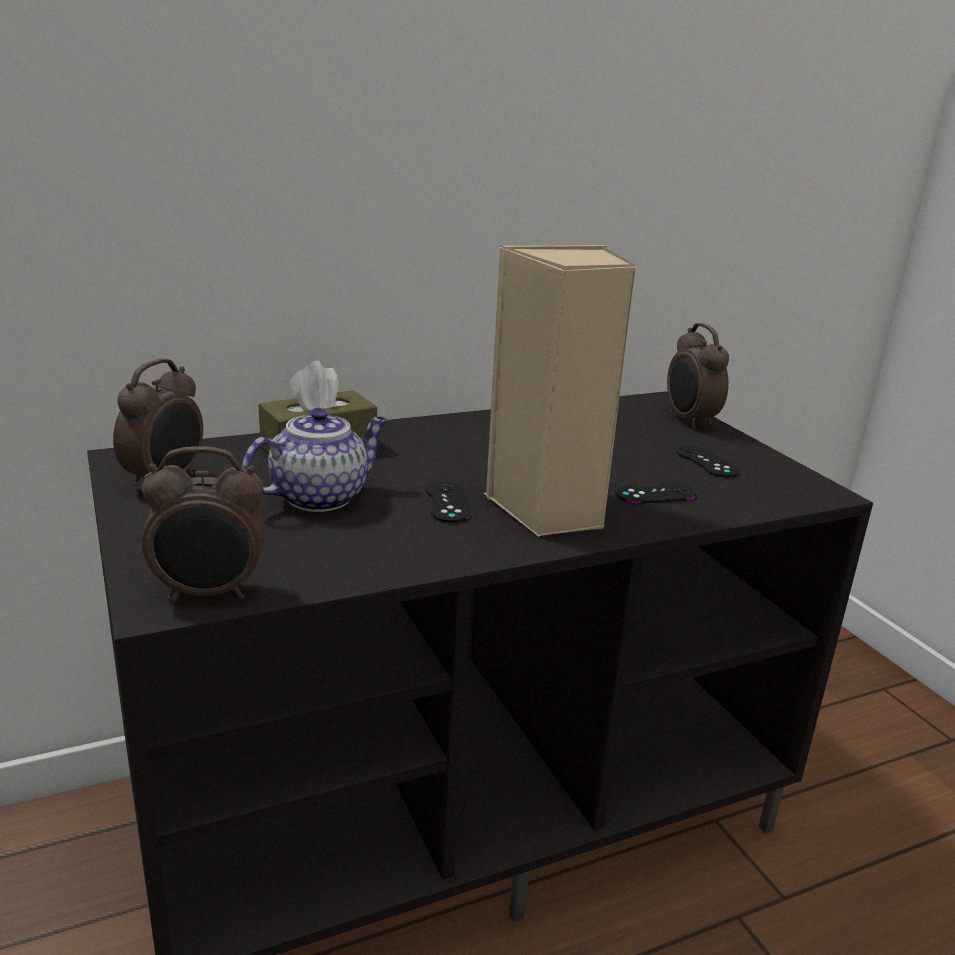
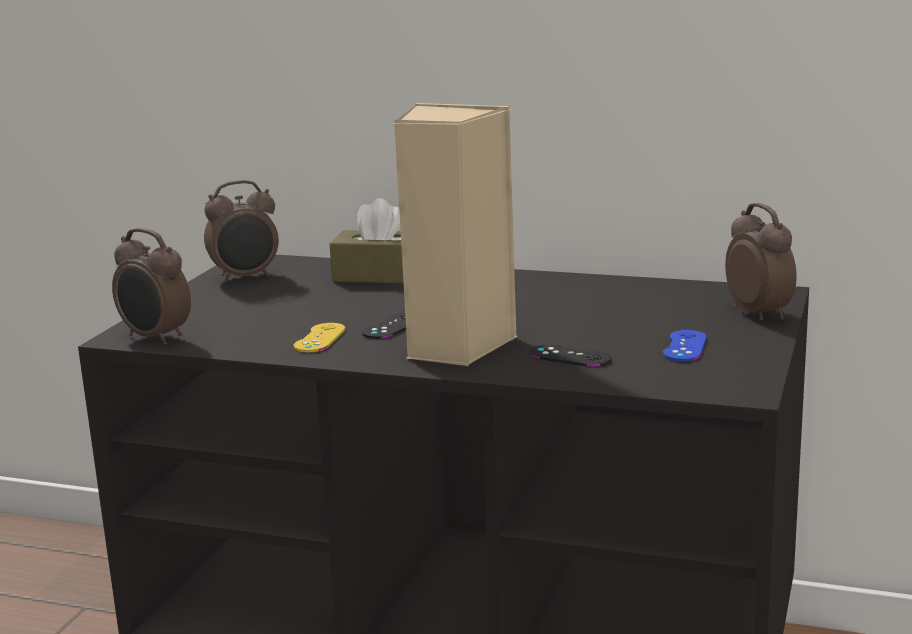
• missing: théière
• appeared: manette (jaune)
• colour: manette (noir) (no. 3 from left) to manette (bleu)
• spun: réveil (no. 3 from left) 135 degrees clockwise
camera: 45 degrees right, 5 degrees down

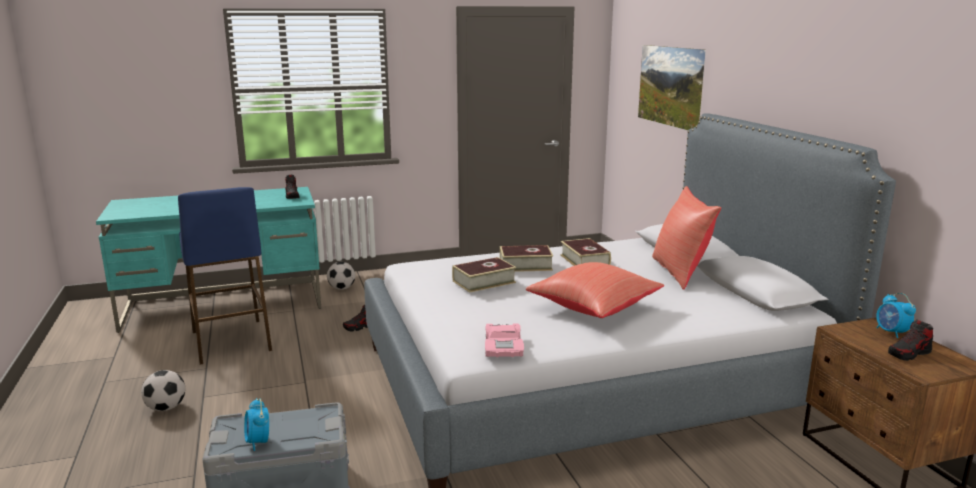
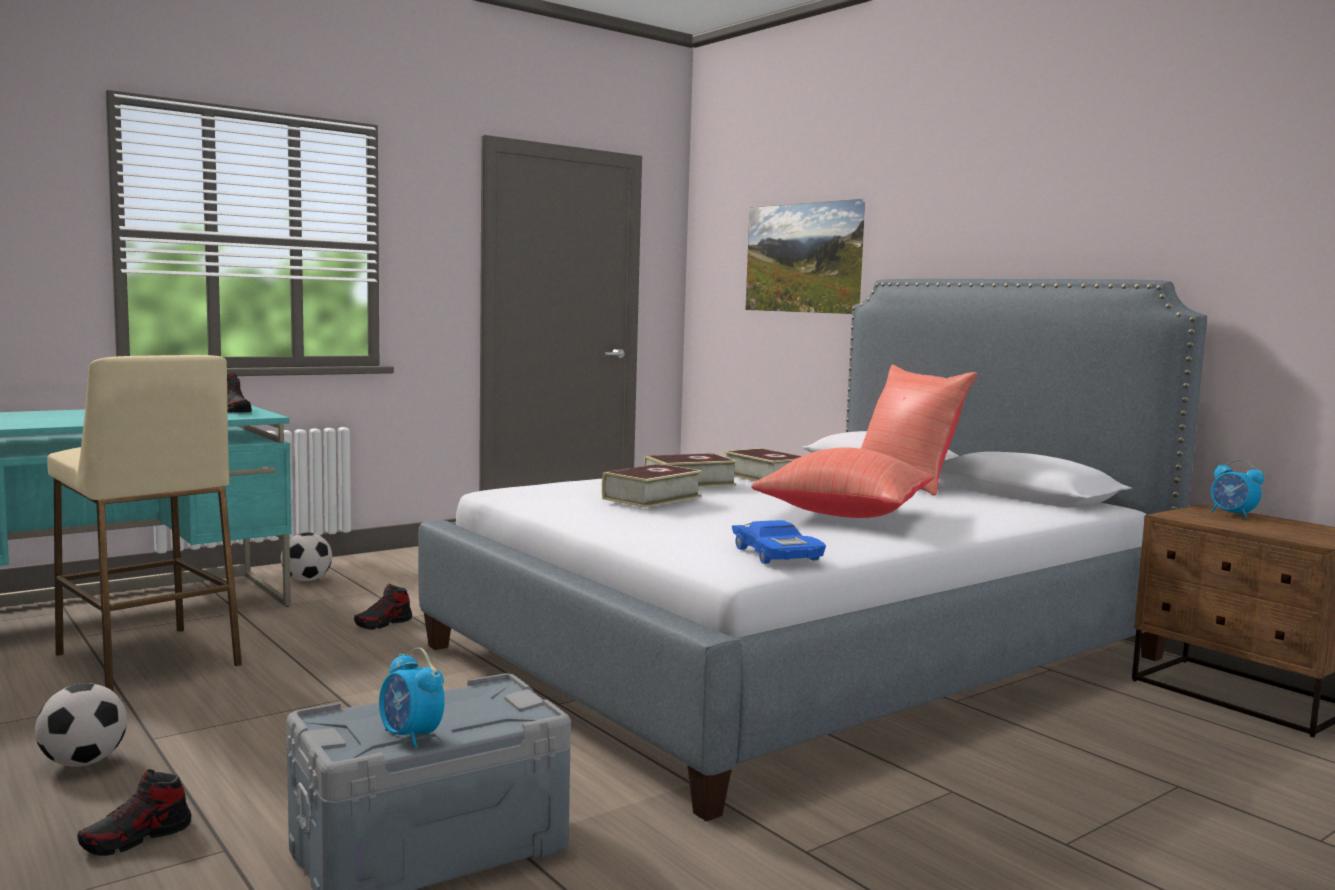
• relocated: chaussure (no. 3 from left in the first image) to chaussure (no. 1 from left)
• colour: tabouret (bleu) to tabouret (beige)
• colour: petite voiture (rose) to petite voiture (bleu)
camera: 20 degrees left, 10 degrees down

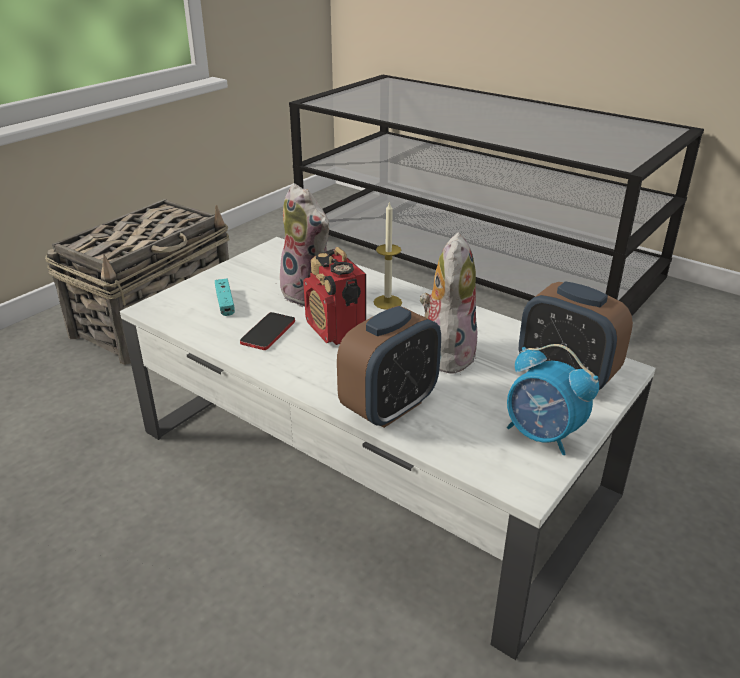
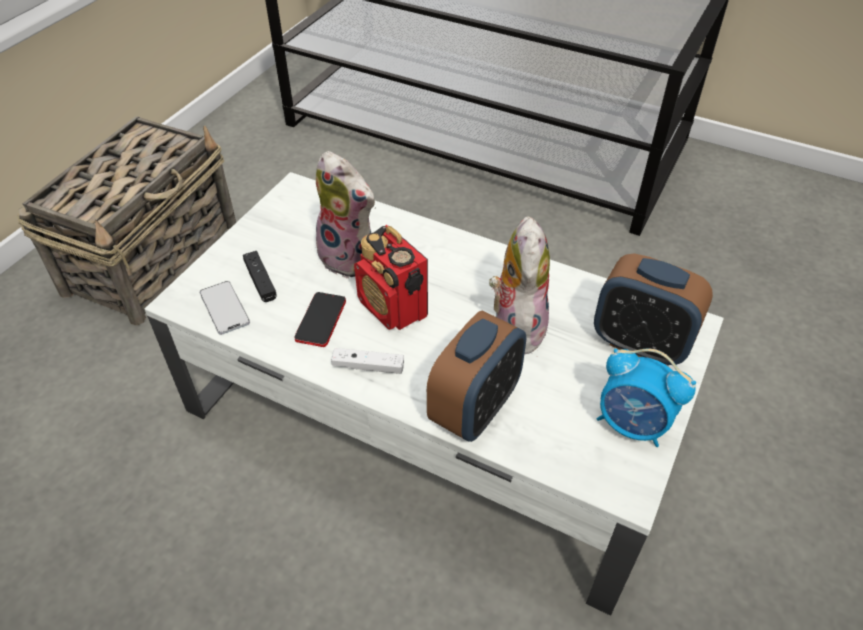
• missing: bougie
• appeared: téléphone (no. 1 from left)
• appeared: manette (blanc)
• colour: manette (turquoise) to manette (noir)
camera: 10 degrees left, 15 degrees up

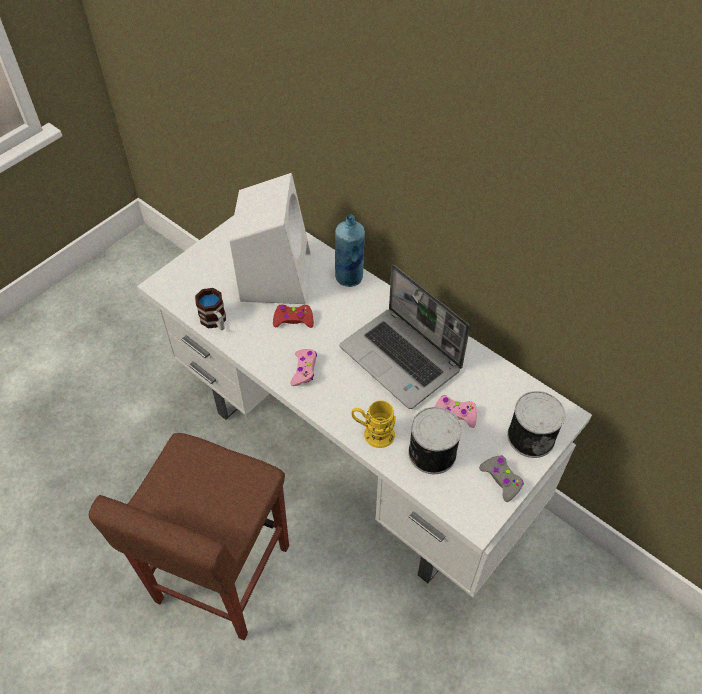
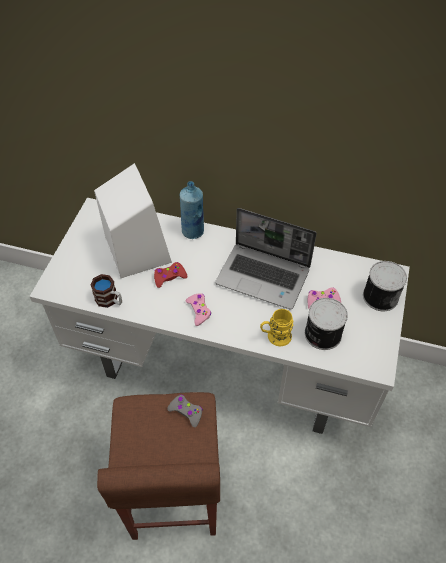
• relocated: manette (gris)
camera: 25 degrees left, 0 degrees up

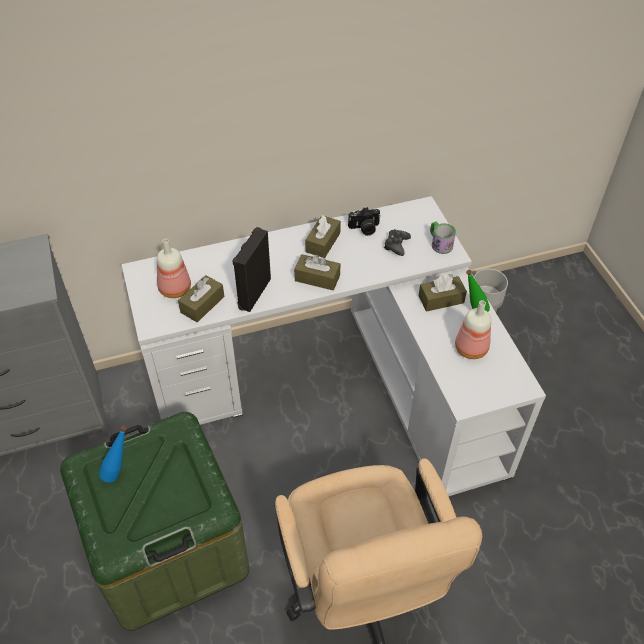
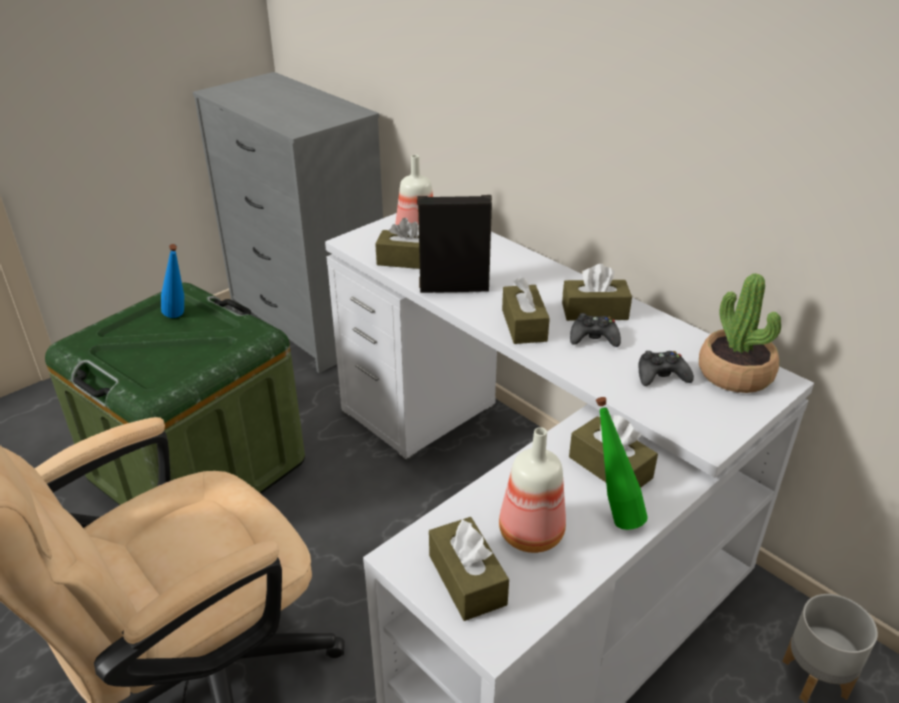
• missing: appareil photo
• missing: mug
• appeared: boîte à mouchoirs (marron) (no. 2 from left)
• appeared: manette (noir) (no. 1 from left)
• appeared: plante en pot
camera: 65 degrees right, 15 degrees down

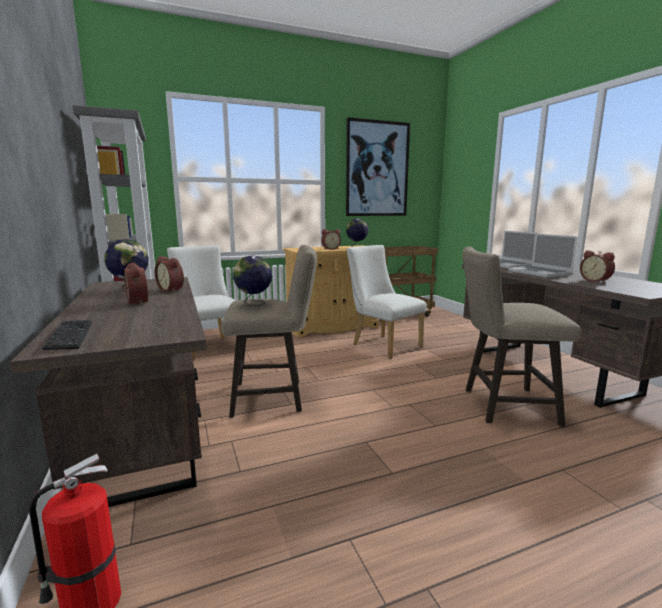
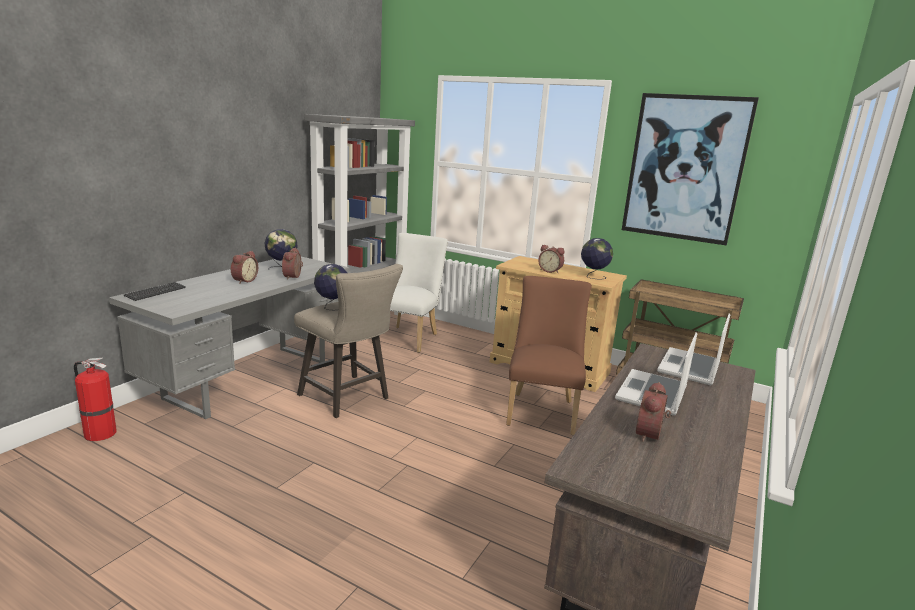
• missing: tabouret (beige) (no. 2 from left)
• colour: bureau (marron) (no. 1 from left) to bureau (gris)
• colour: chaise (blanc) (no. 2 from left) to chaise (marron)
camera: 50 degrees right, 5 degrees up

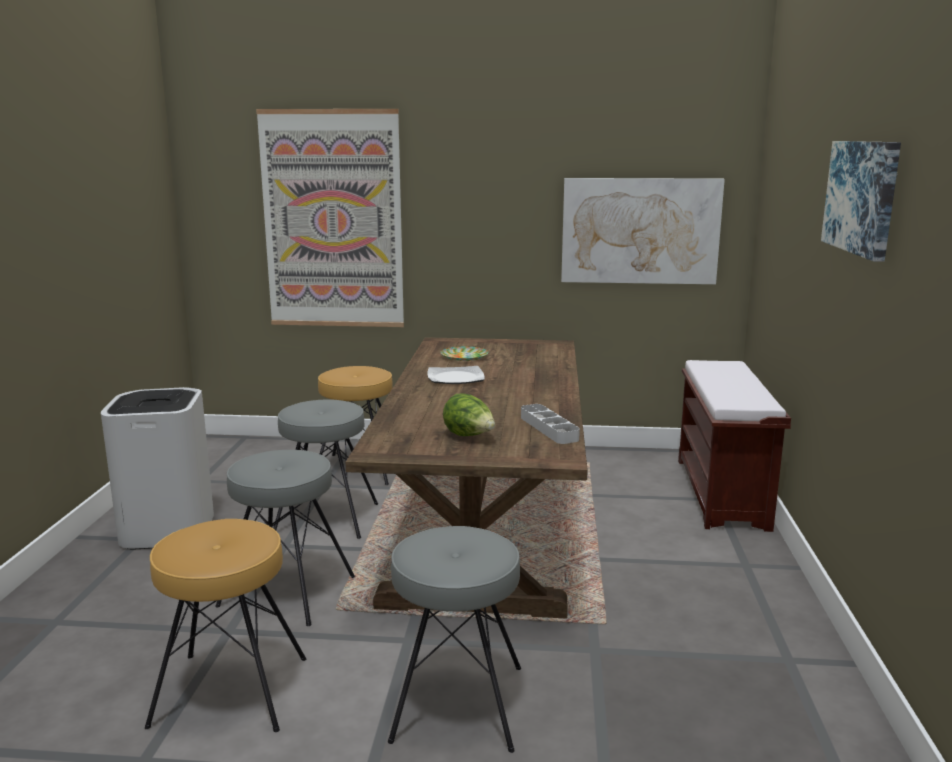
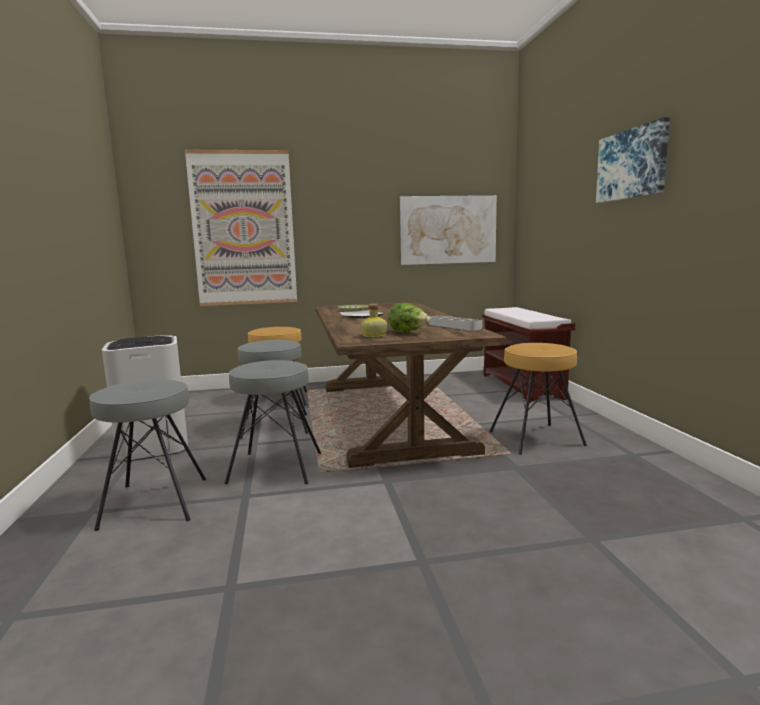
• appeared: bouteille
• relocated: tabouret (marron) (no. 1 from left in the first image) to tabouret (marron) (no. 2 from left)
• relocated: tabouret (gris) (no. 3 from left in the first image) to tabouret (gris) (no. 1 from left)
camera: 15 degrees left, 5 degrees down

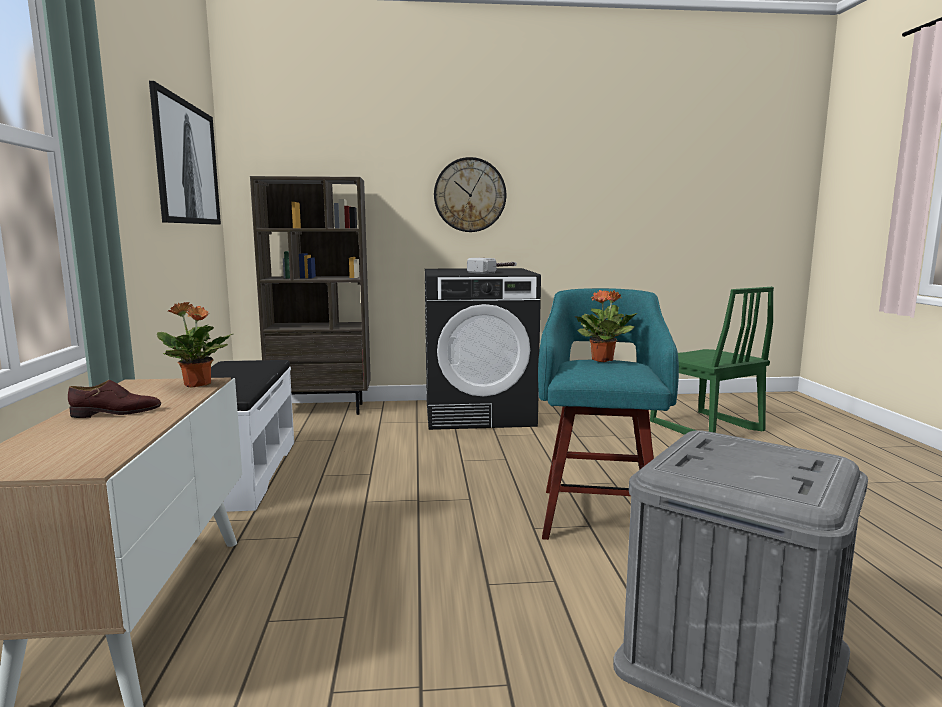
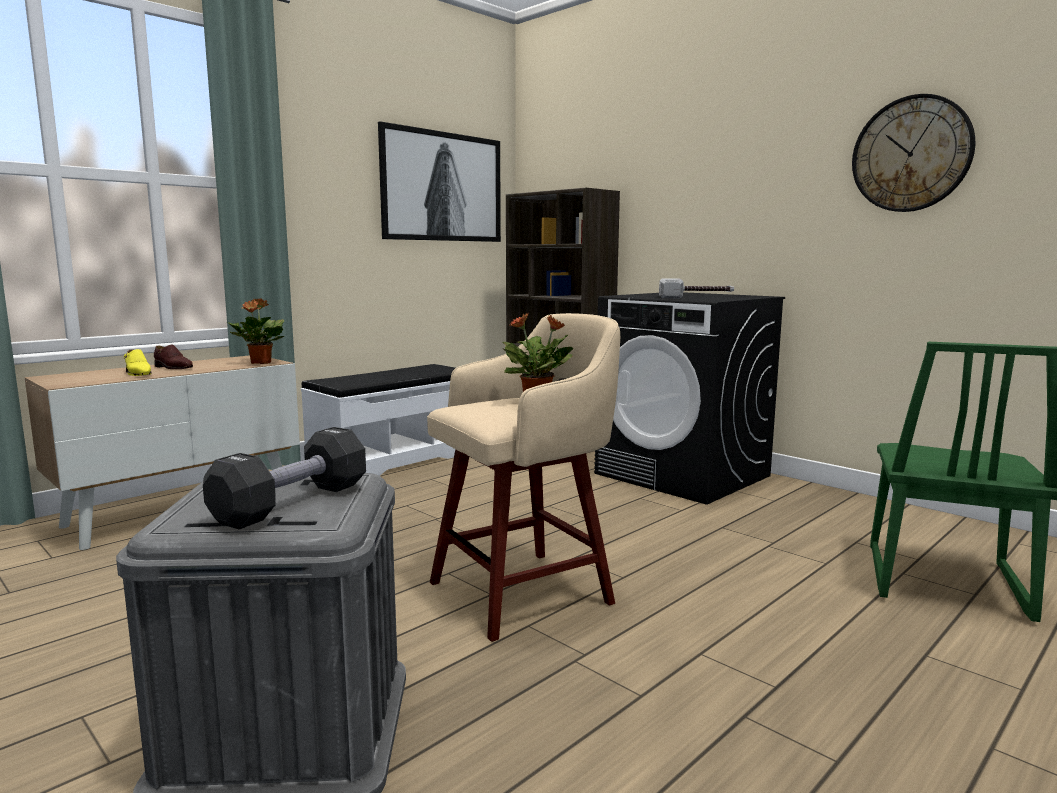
• appeared: chaussure (jaune)
• appeared: haltère (noir)
• relocated: horloge murale
• colour: tabouret (turquoise) to tabouret (beige)
camera: 50 degrees right, 0 degrees up

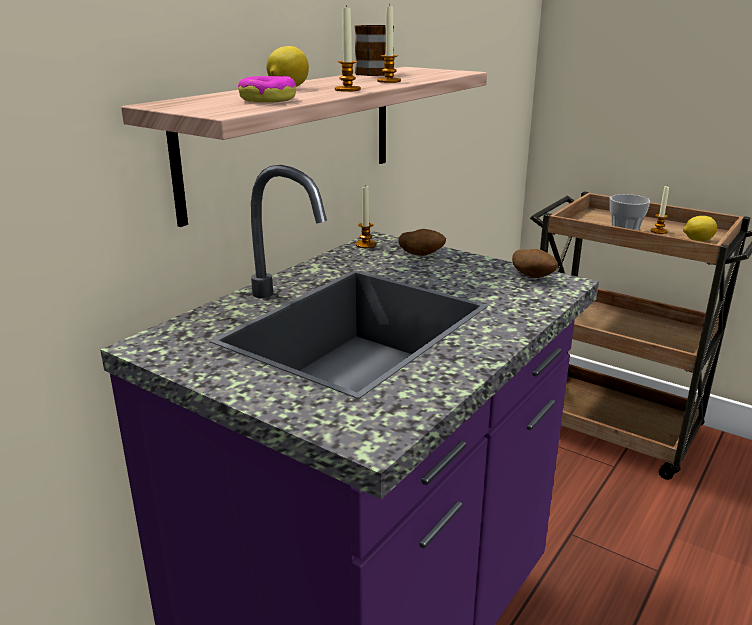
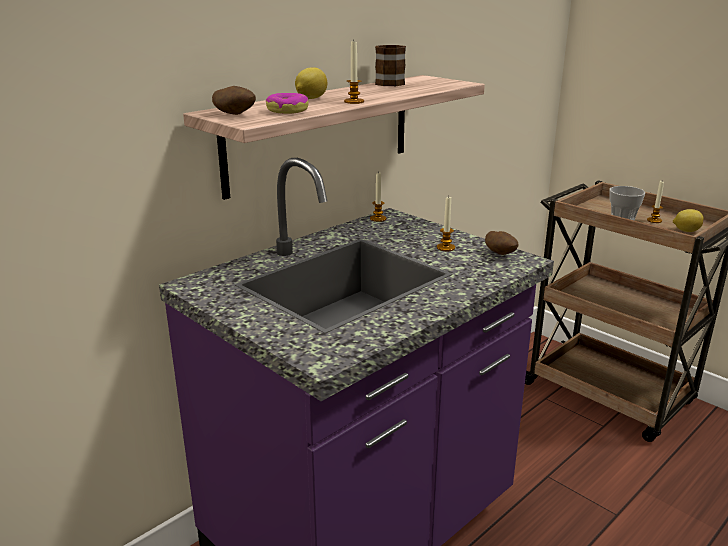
• relocated: bougie (no. 3 from left)
• relocated: pomme de terre (no. 1 from left)
camera: 10 degrees right, 0 degrees up

